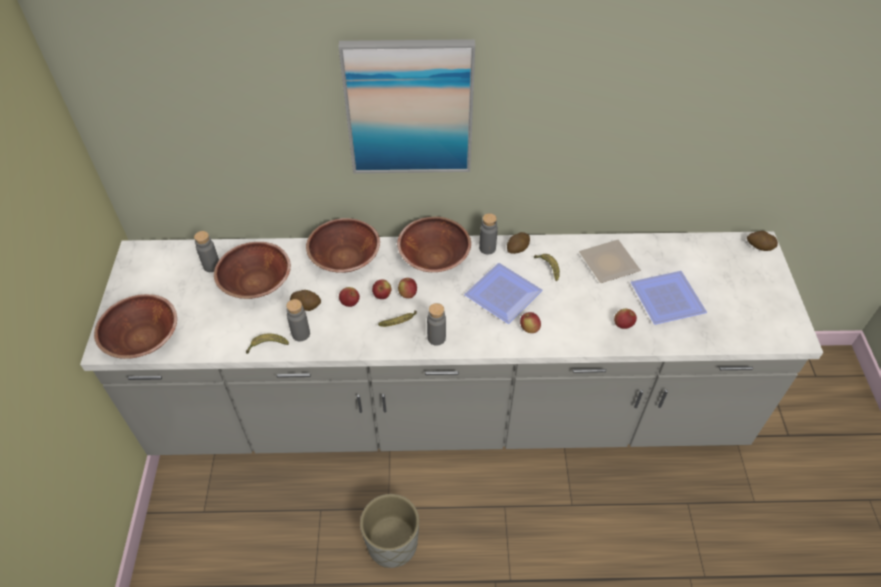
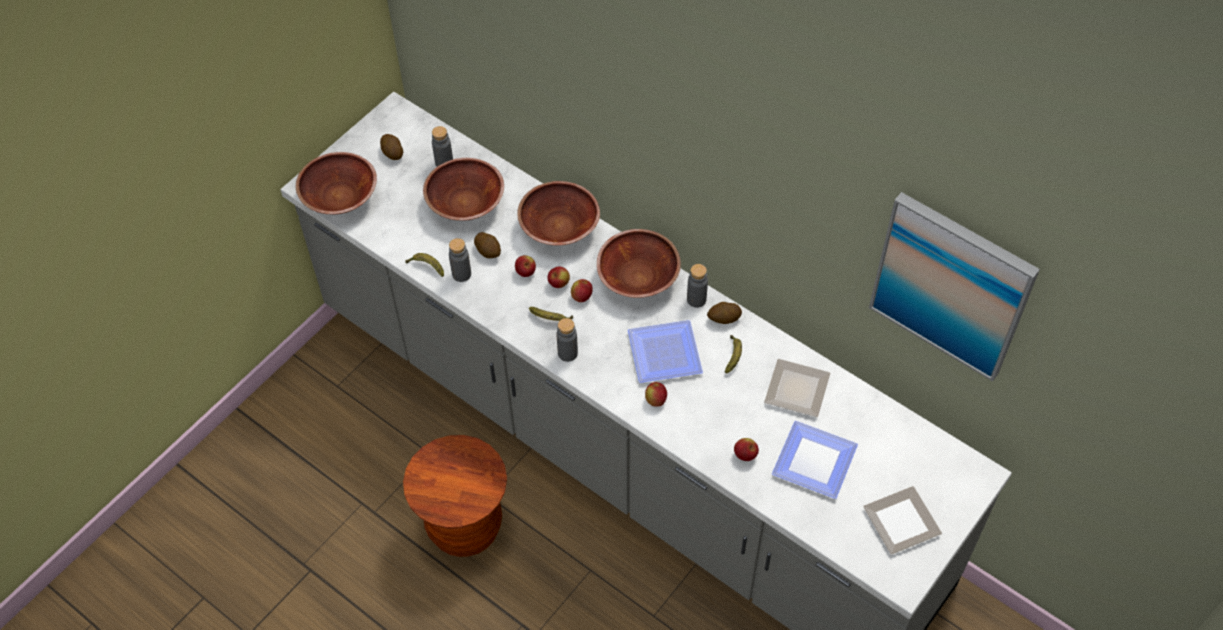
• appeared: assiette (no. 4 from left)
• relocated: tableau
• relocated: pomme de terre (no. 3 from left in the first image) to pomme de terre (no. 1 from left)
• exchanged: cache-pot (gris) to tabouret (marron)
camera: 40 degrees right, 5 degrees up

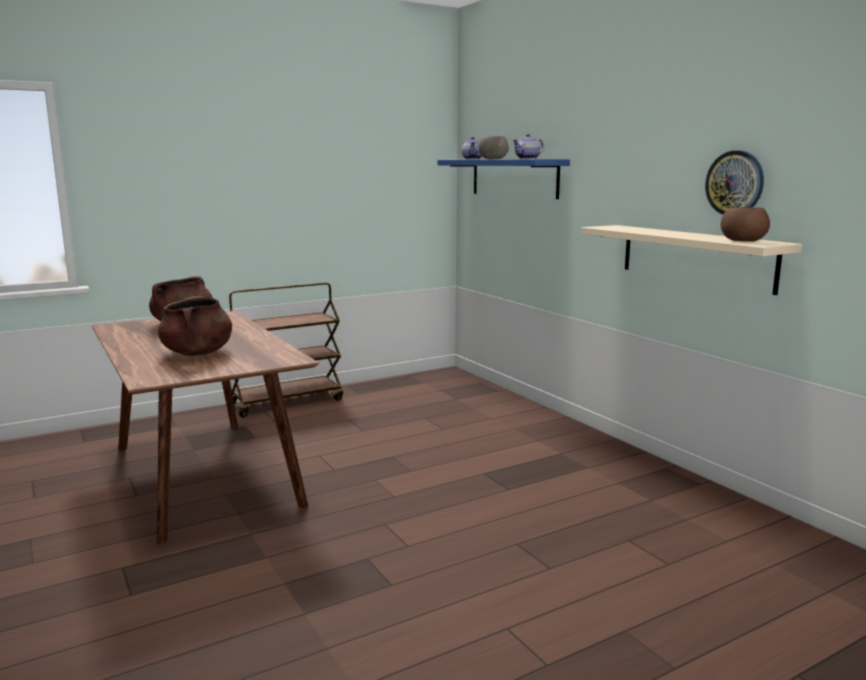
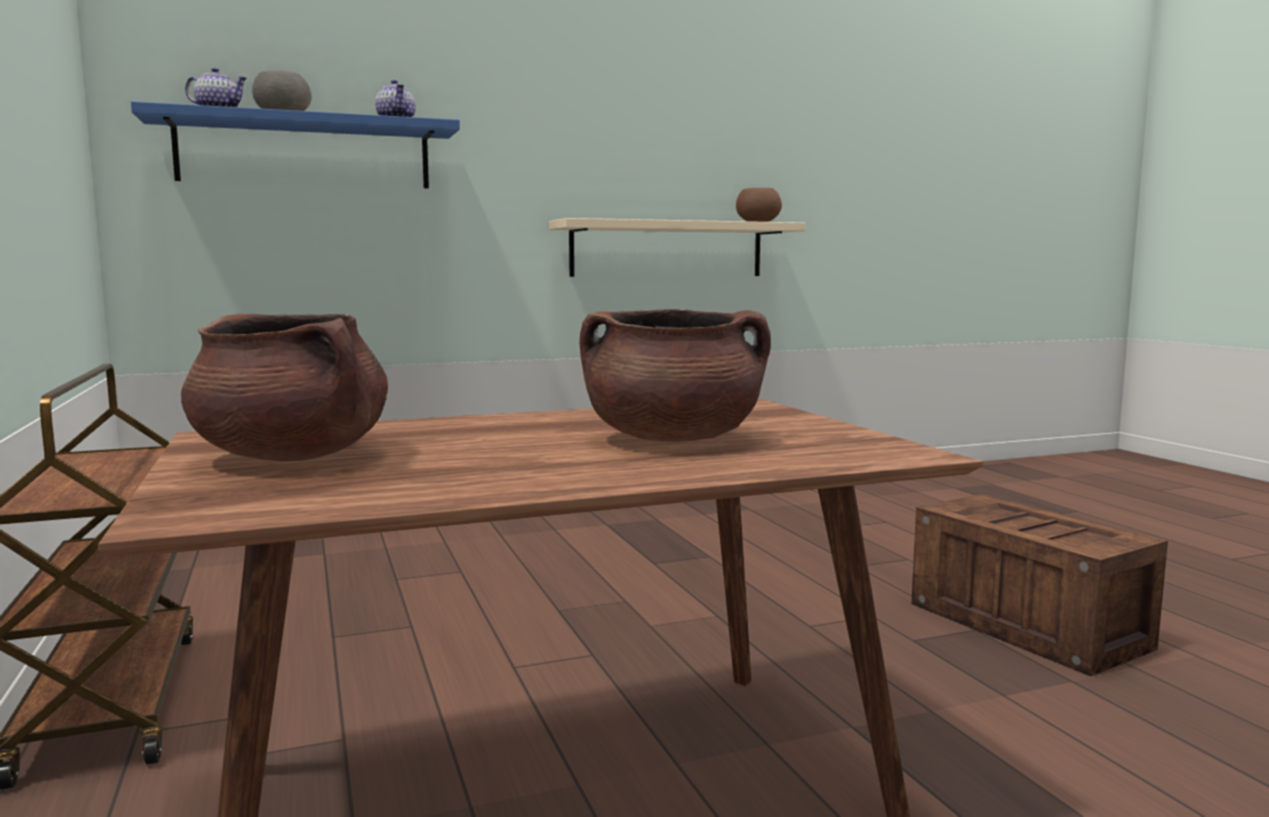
• missing: horloge murale
• appeared: caisse
camera: 80 degrees left, 5 degrees down

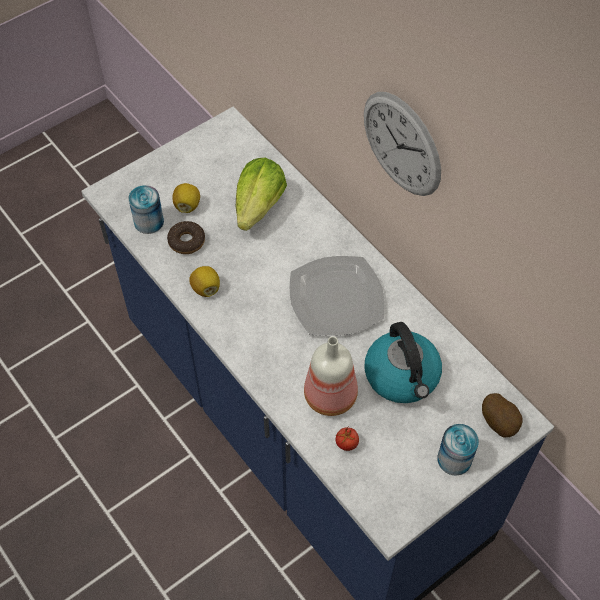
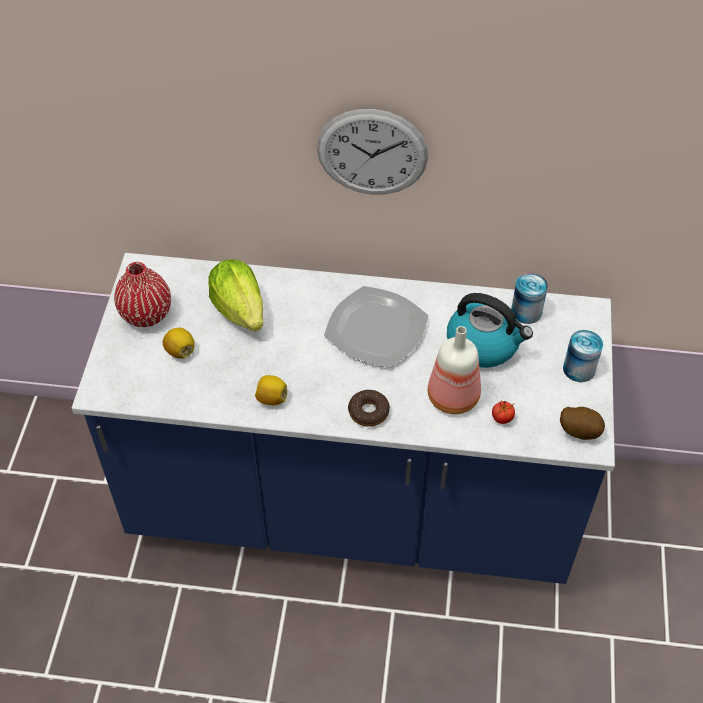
• appeared: vase (rouge)
• relocated: boîte métallique (no. 1 from left)
• relocated: beignet
• relocated: pomme de terre
camera: 45 degrees left, 5 degrees down

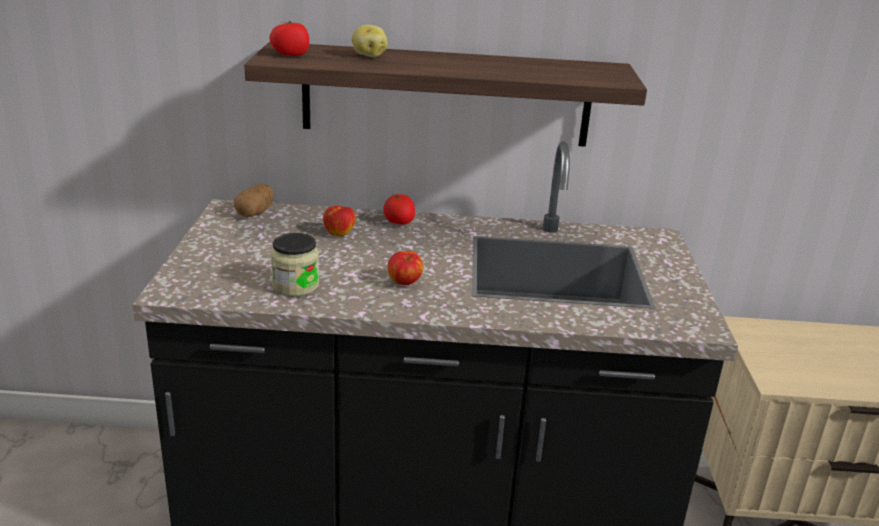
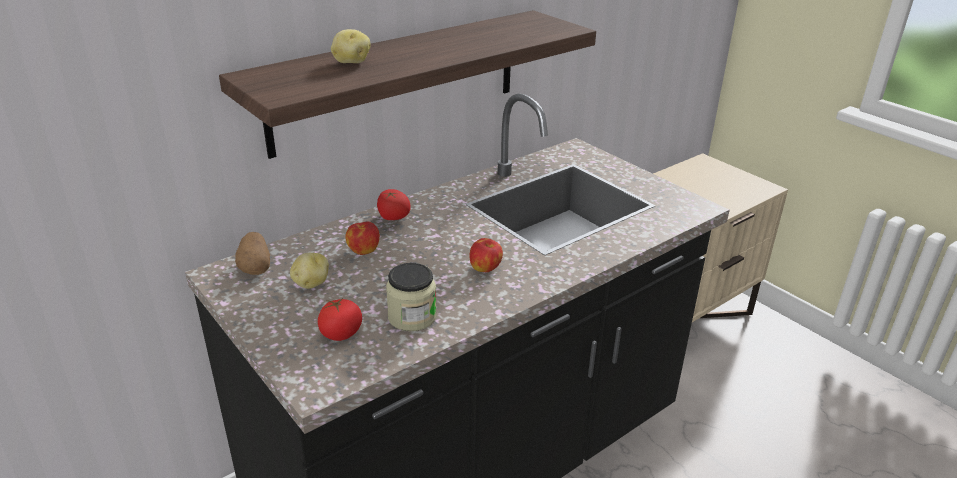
• appeared: pomme de terre (no. 2 from left)
• relocated: tomate (no. 1 from left)
camera: 40 degrees left, 5 degrees up

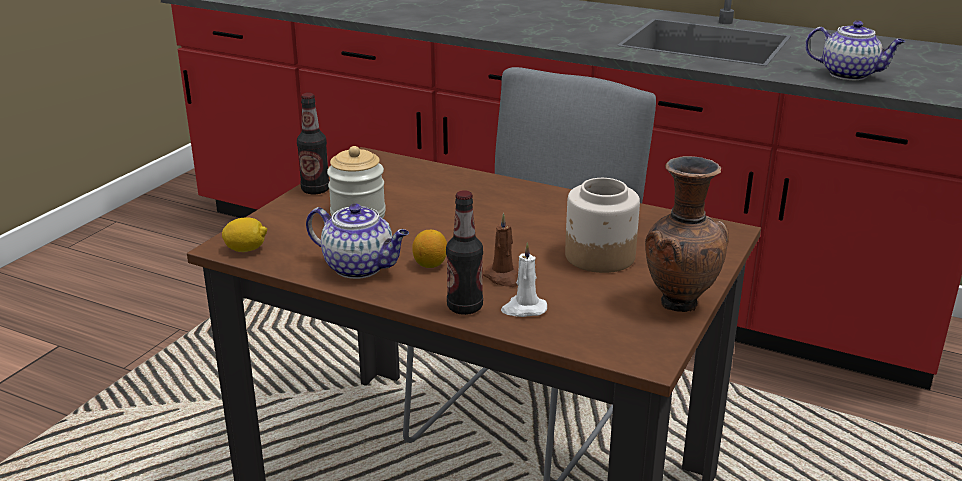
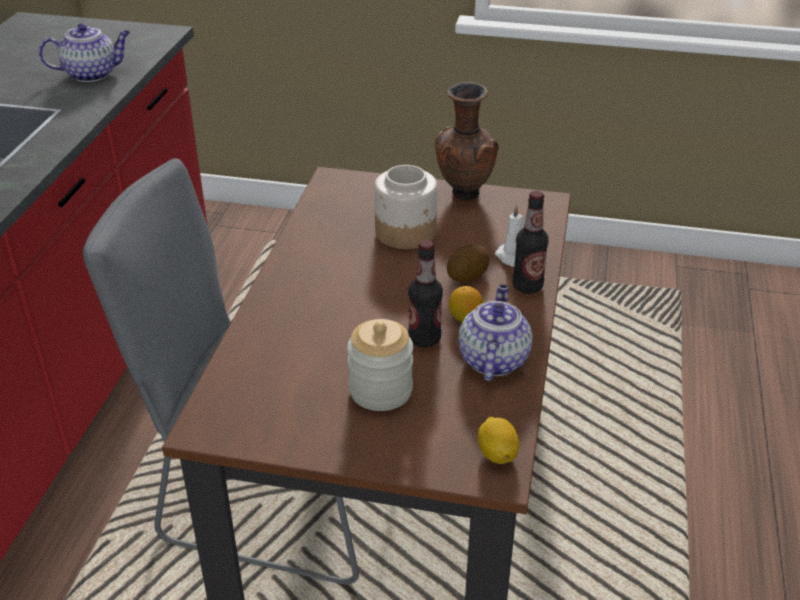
• relocated: bouteille (no. 1 from left)
• exchanged: bougie (marron) to pomme de terre
• spun: théière (no. 2 from left in the first image) 60 degrees clockwise
camera: 105 degrees left, 10 degrees up

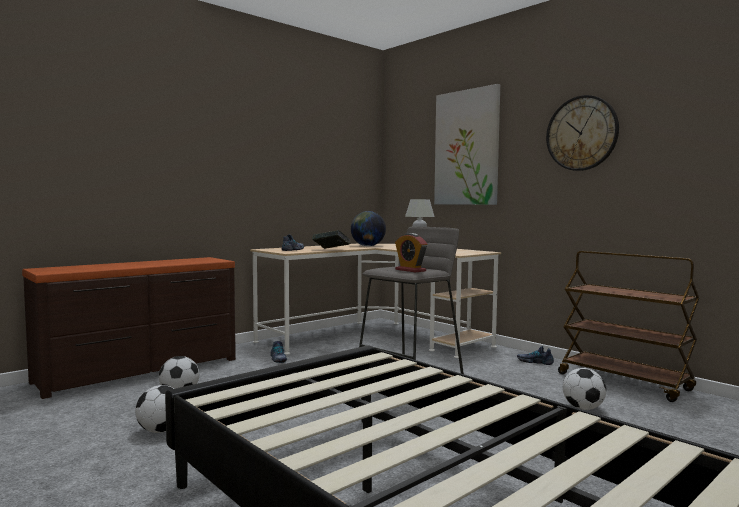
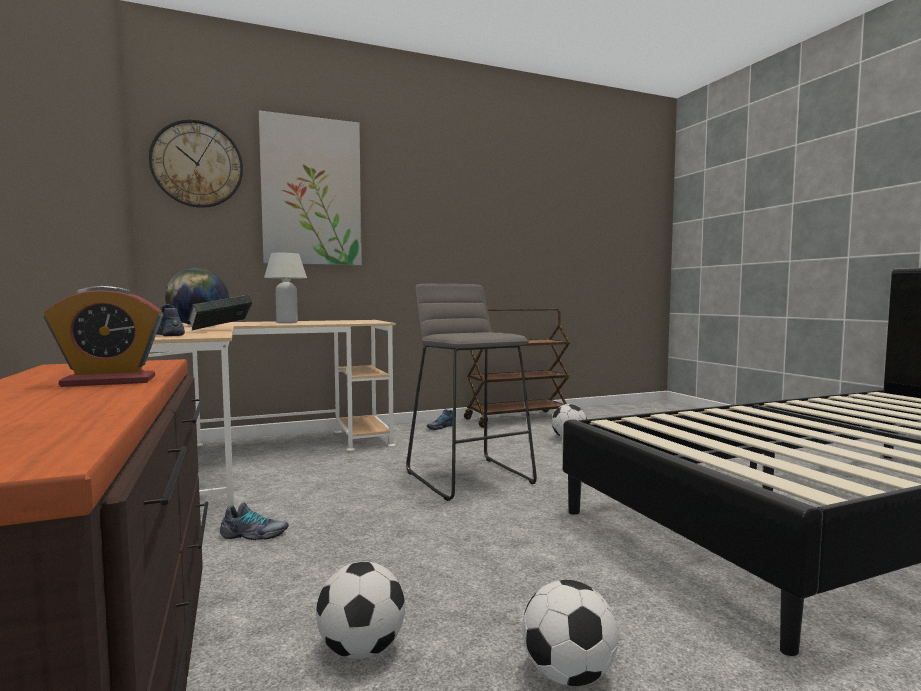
• relocated: réveil
• relocated: horloge murale
camera: 70 degrees left, 0 degrees up

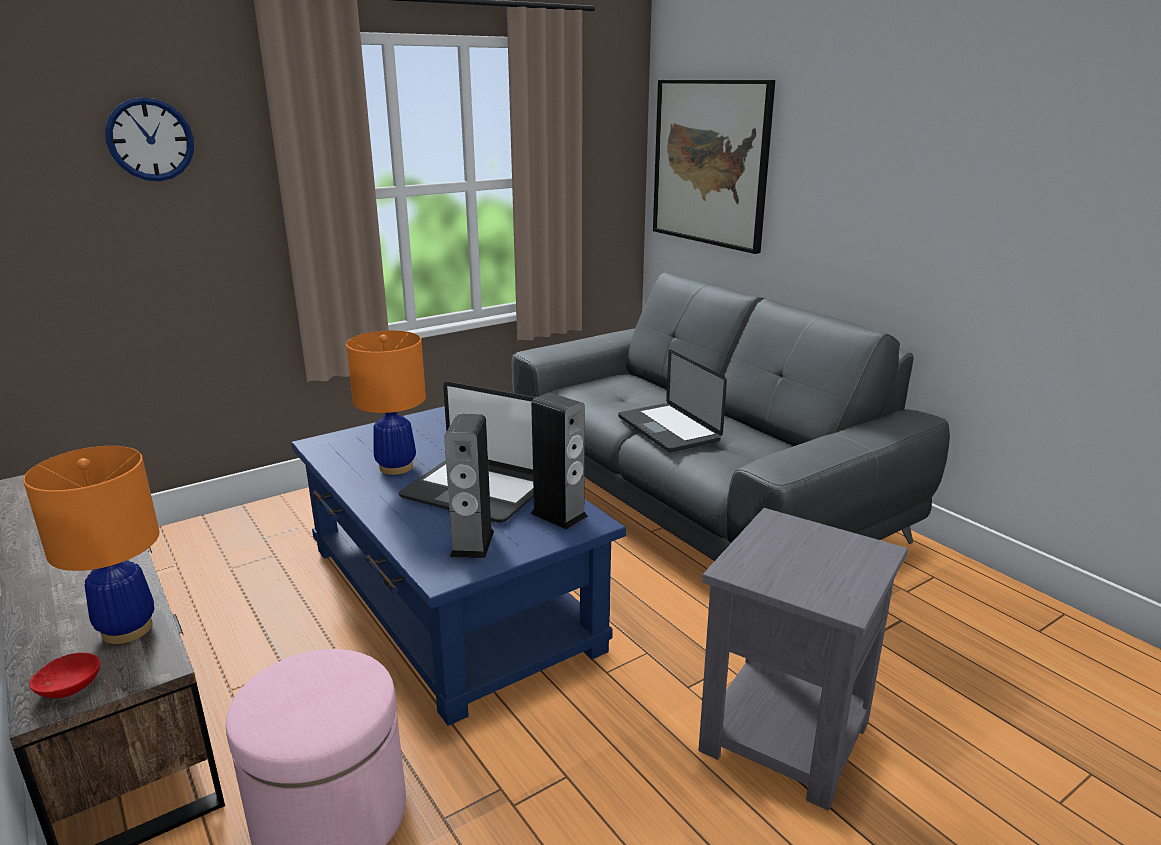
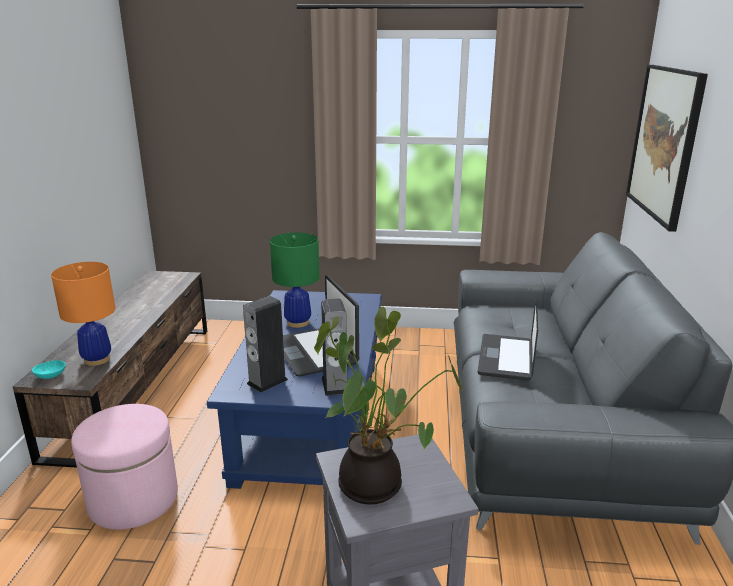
• missing: horloge murale
• appeared: plante en pot
• colour: bol (rouge) to bol (turquoise)
• colour: lampe de table (orange) (no. 2 from left) to lampe de table (vert)
camera: 40 degrees right, 0 degrees up

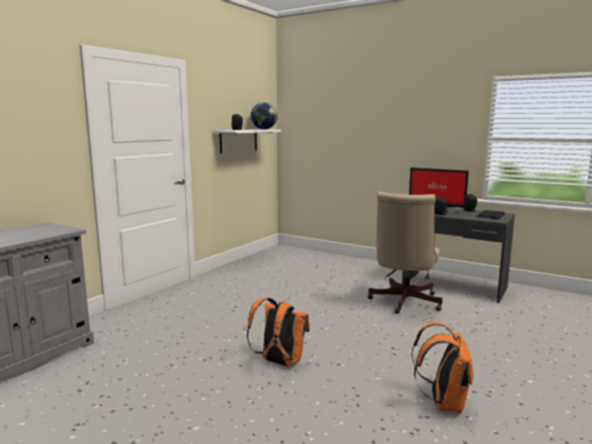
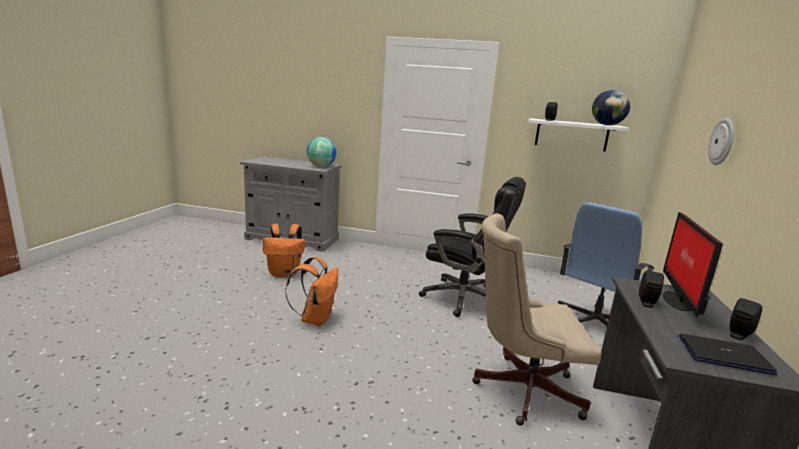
• appeared: globe (no. 1 from left)
• appeared: chaise de bureau (noir)
• appeared: chaise de bureau (bleu)
• appeared: horloge murale
• relocated: sac à dos (orange) (no. 2 from left in the first image) to sac à dos (orange) (no. 1 from left)
camera: 70 degrees right, 5 degrees up

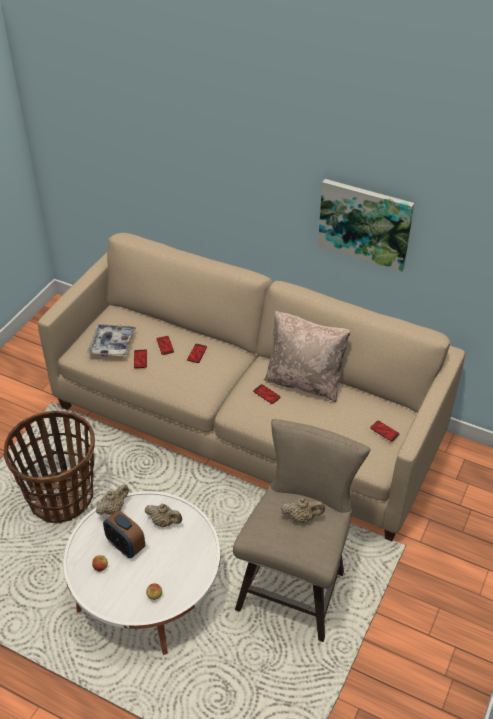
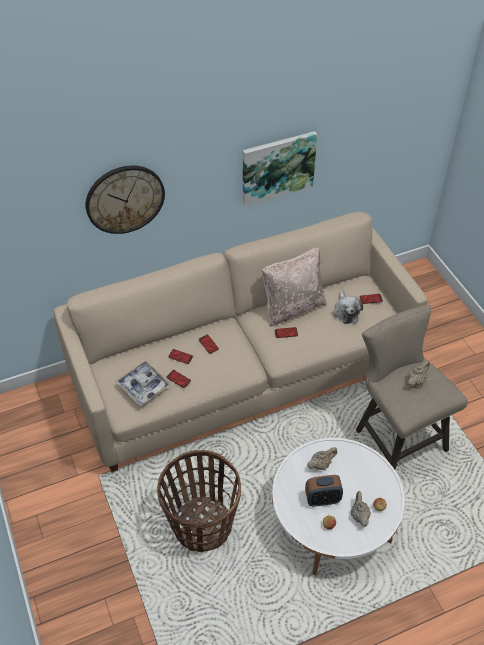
• appeared: horloge murale
• appeared: peluche
• relocated: théière (beige) (no. 1 from left in the first image) to théière (beige) (no. 2 from left)
camera: 50 degrees left, 5 degrees up

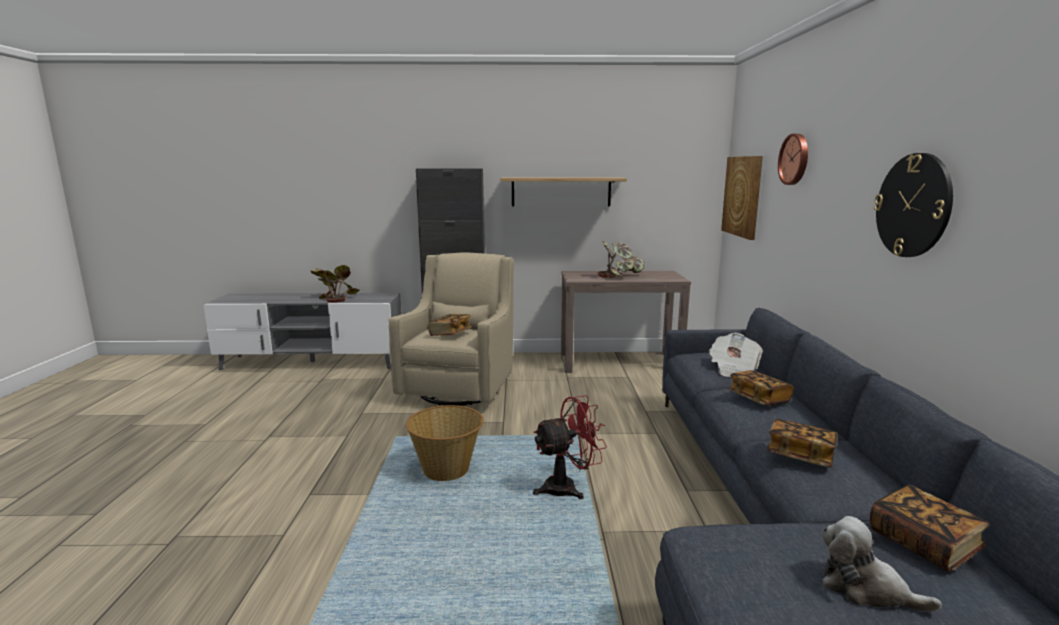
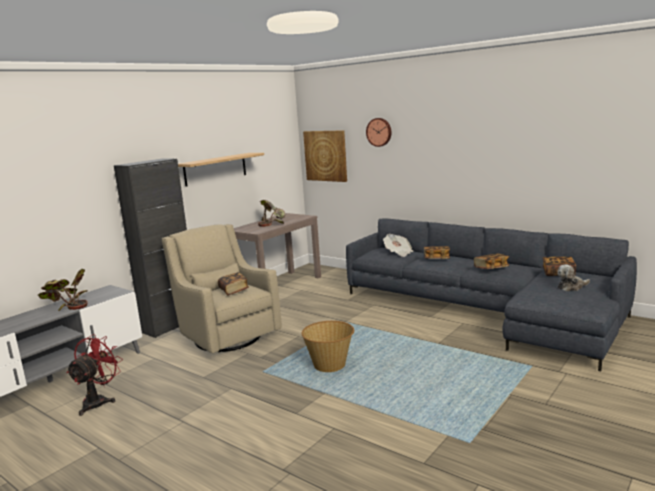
• missing: horloge murale (no. 2 from left)
• relocated: ventilateur (rouge)
camera: 50 degrees left, 0 degrees up

